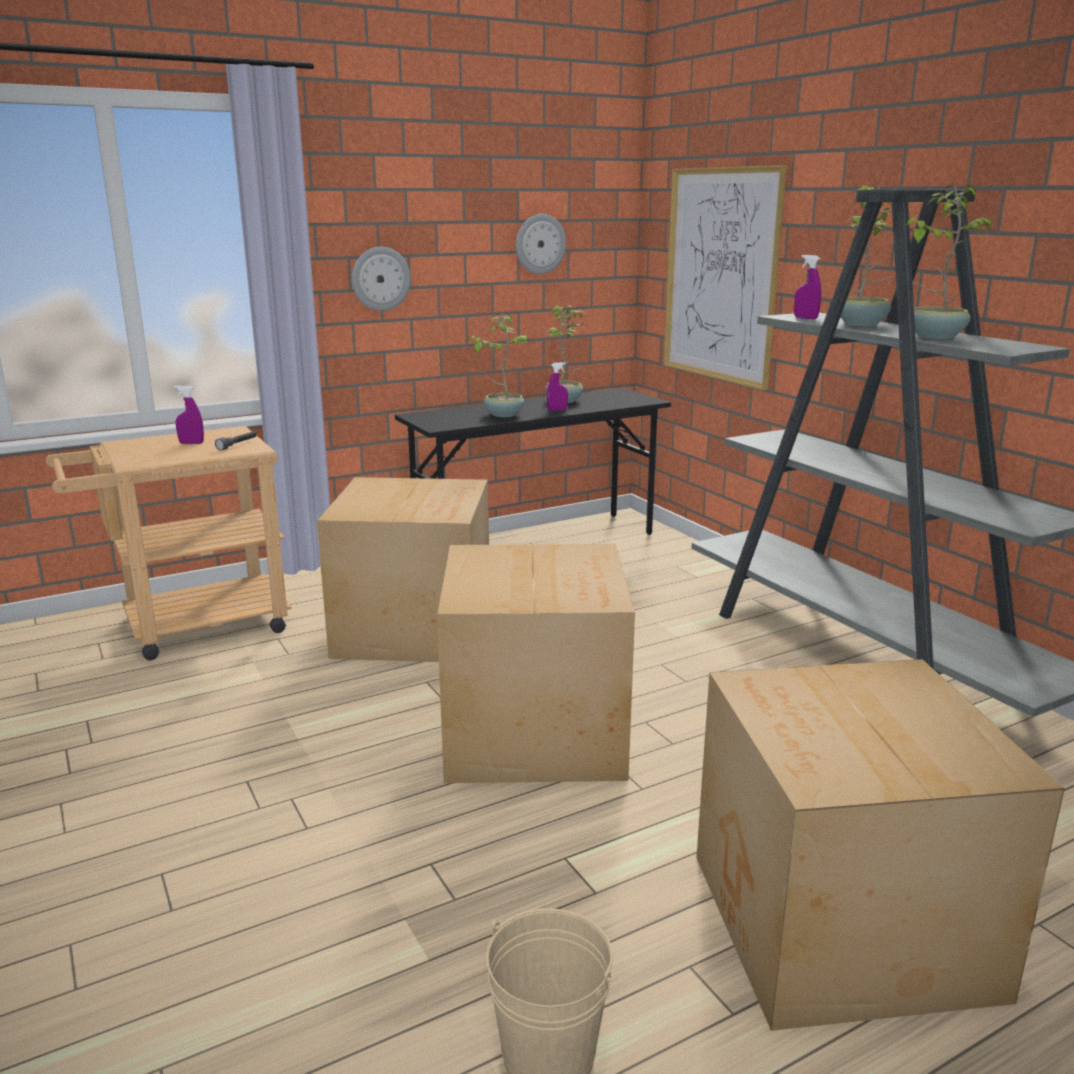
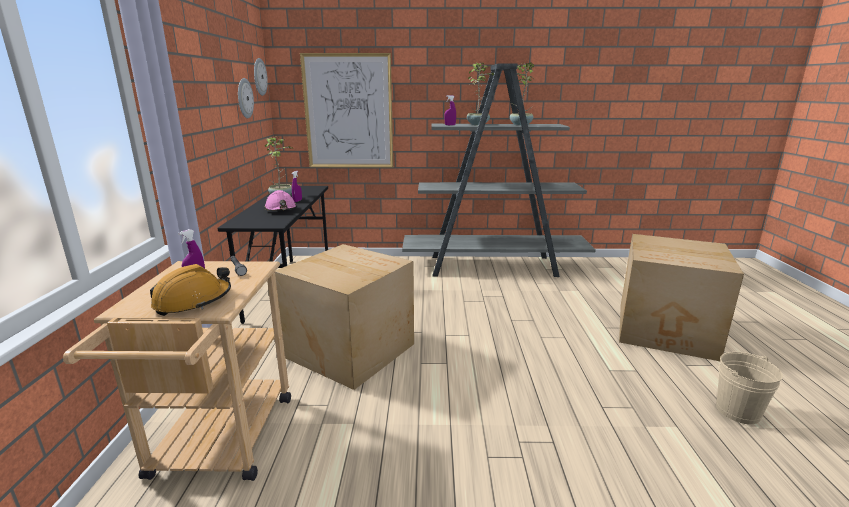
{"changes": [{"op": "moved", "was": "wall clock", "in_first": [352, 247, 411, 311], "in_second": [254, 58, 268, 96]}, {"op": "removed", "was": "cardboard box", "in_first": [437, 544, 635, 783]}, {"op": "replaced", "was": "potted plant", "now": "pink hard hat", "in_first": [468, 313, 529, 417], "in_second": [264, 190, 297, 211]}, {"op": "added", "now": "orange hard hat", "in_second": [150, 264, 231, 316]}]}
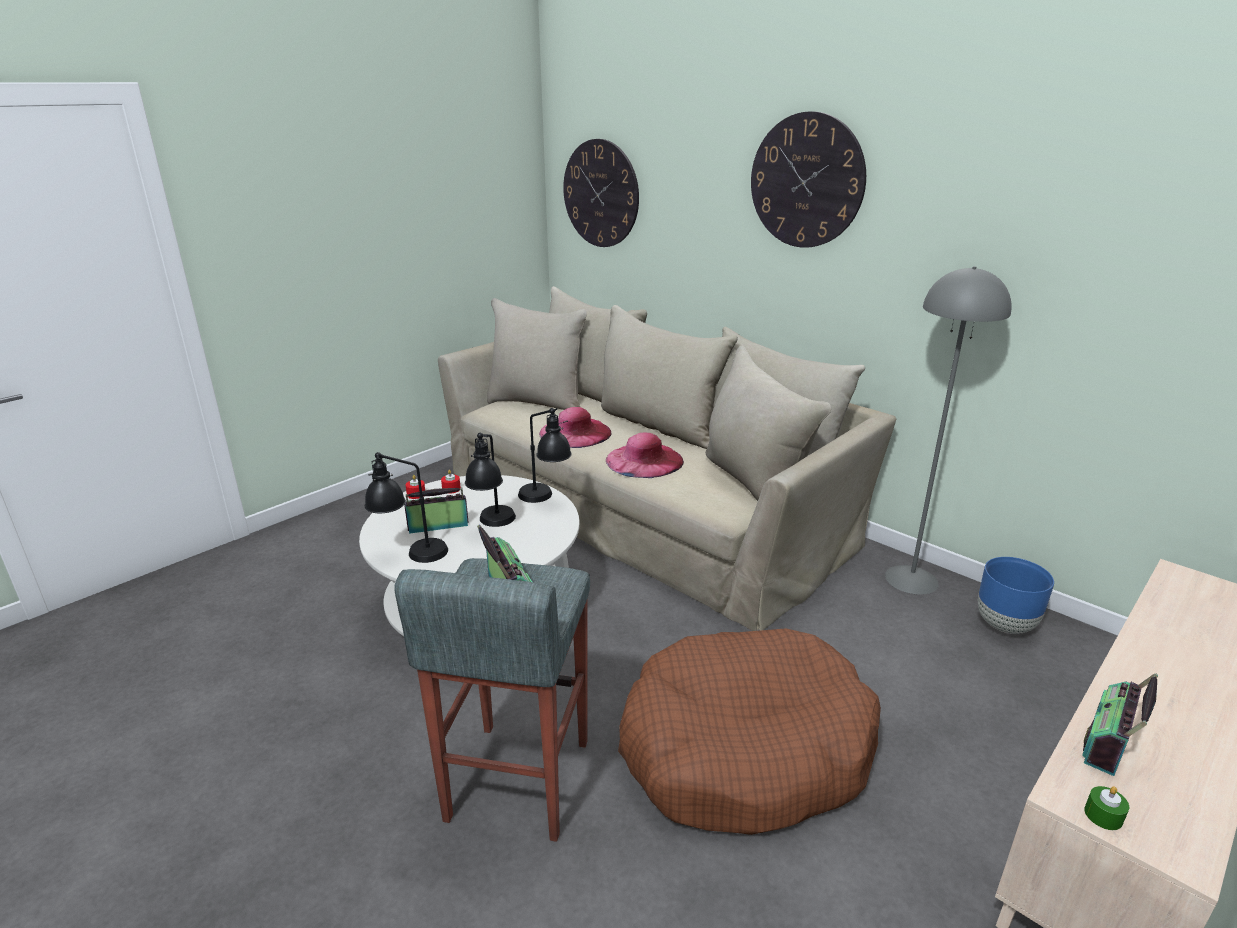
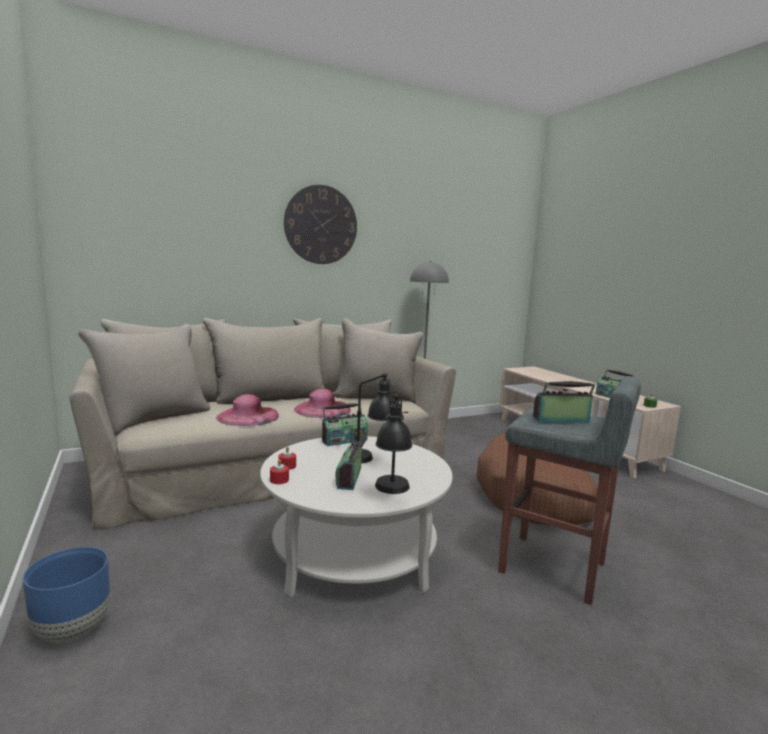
{"changes": [{"op": "replaced", "was": "black table lamp", "now": "radio", "in_first": [518, 408, 572, 503], "in_second": [322, 404, 368, 446]}, {"op": "removed", "was": "wall clock", "in_first": [563, 139, 639, 247]}, {"op": "moved", "was": "blue planter", "in_first": [978, 557, 1054, 634], "in_second": [23, 547, 110, 642]}]}
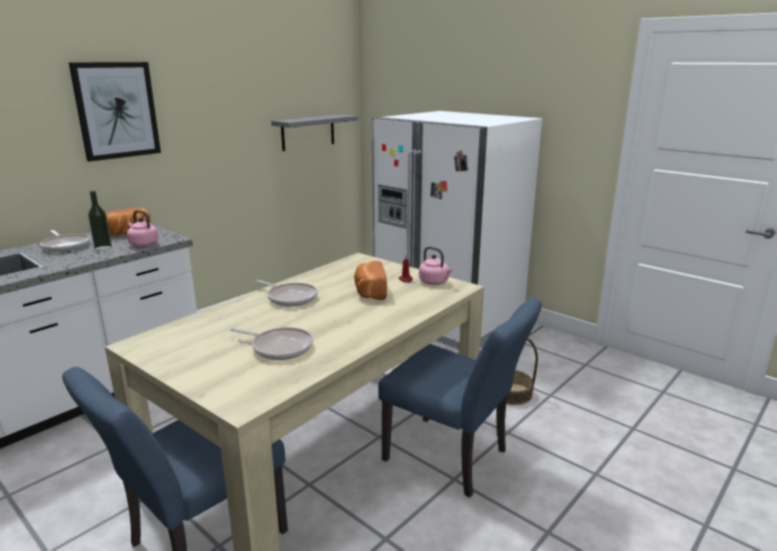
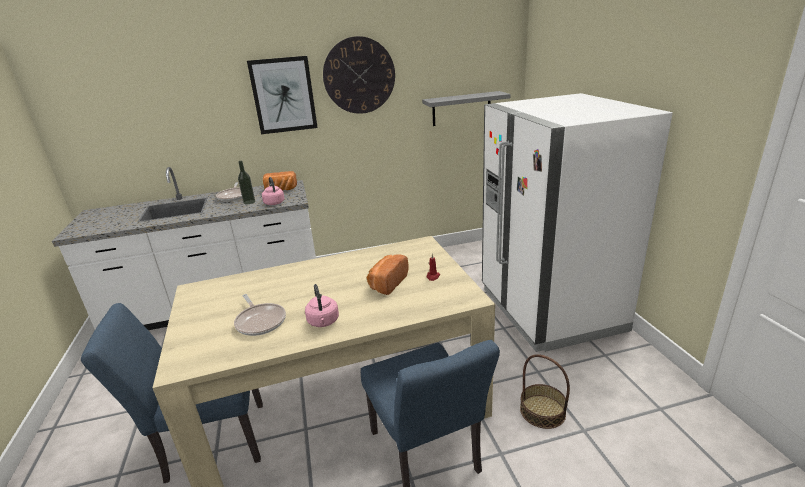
{"changes": [{"op": "removed", "was": "frying pan", "in_first": [255, 280, 318, 307]}, {"op": "moved", "was": "pink kettle", "in_first": [419, 247, 453, 285], "in_second": [305, 284, 339, 327]}, {"op": "added", "now": "wall clock", "in_second": [323, 36, 395, 114]}]}
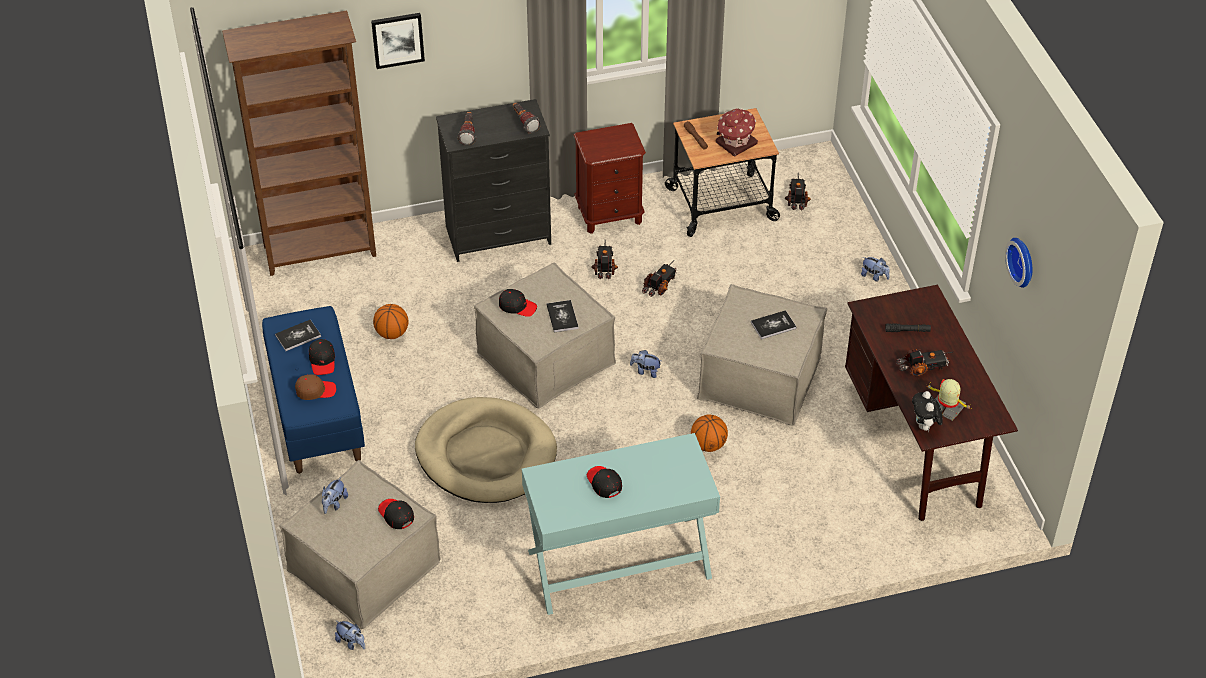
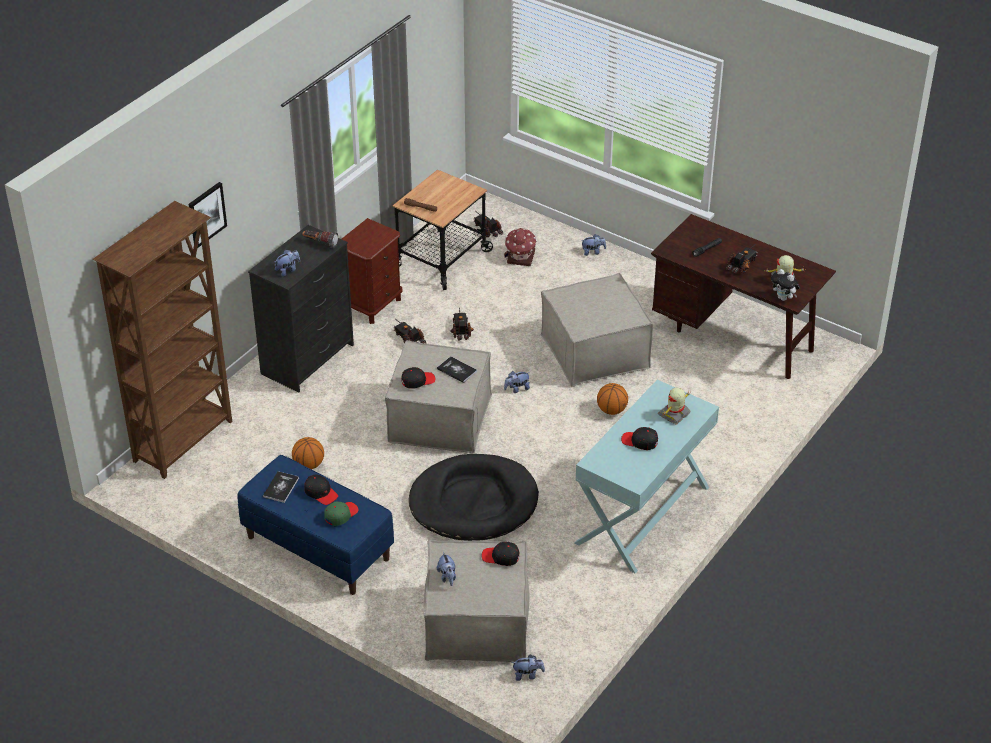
{"changes": [{"op": "recoloured", "was": "brown cap", "now": "green cap", "in_first": [295, 375, 336, 400], "in_second": [324, 502, 359, 526]}, {"op": "recoloured", "was": "beige dog bed", "now": "black dog bed", "in_first": [415, 397, 557, 503], "in_second": [409, 454, 539, 541]}, {"op": "replaced", "was": "flashlight", "now": "plush toy", "in_first": [457, 112, 477, 146], "in_second": [275, 250, 300, 277]}, {"op": "moved", "was": "toy house", "in_first": [716, 108, 758, 157], "in_second": [504, 228, 536, 266]}, {"op": "removed", "was": "book", "in_first": [751, 310, 796, 339]}, {"op": "removed", "was": "wall clock", "in_first": [1005, 238, 1033, 288]}, {"op": "added", "now": "toy robot", "in_second": [658, 387, 691, 425]}]}
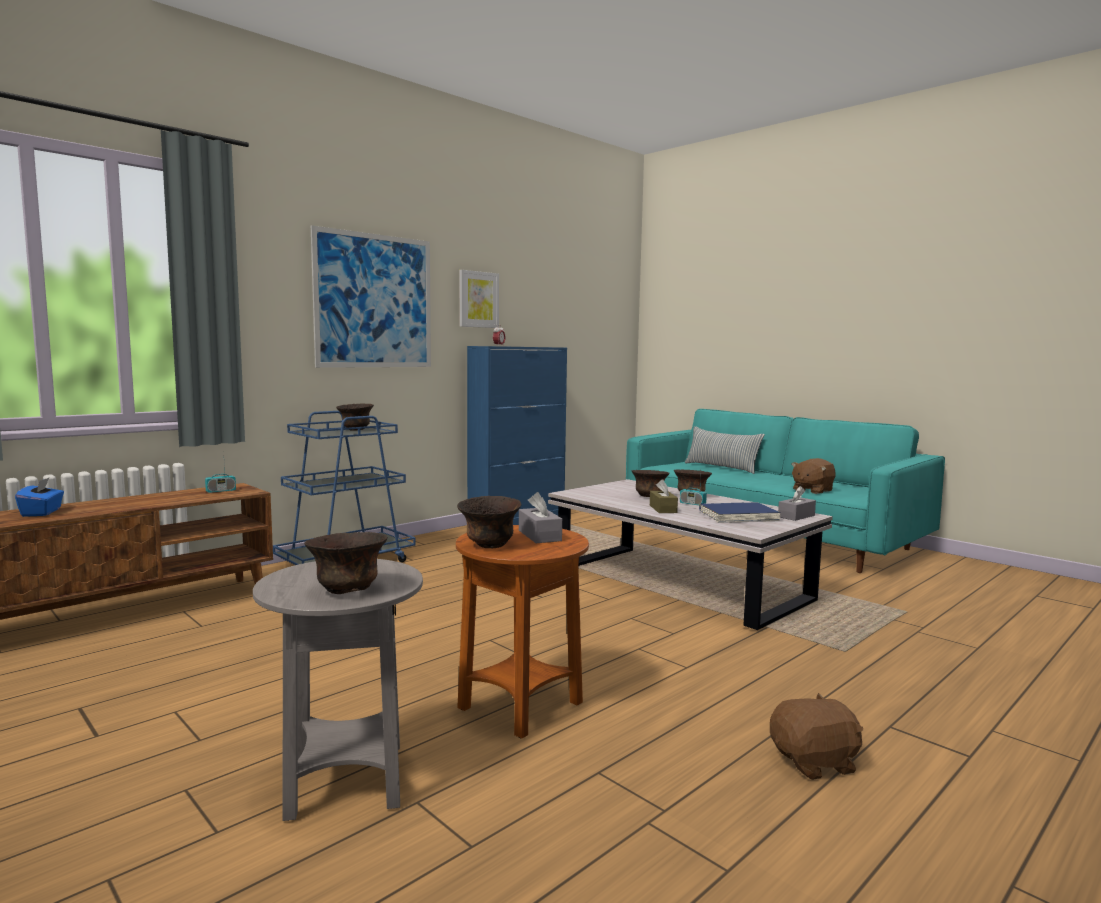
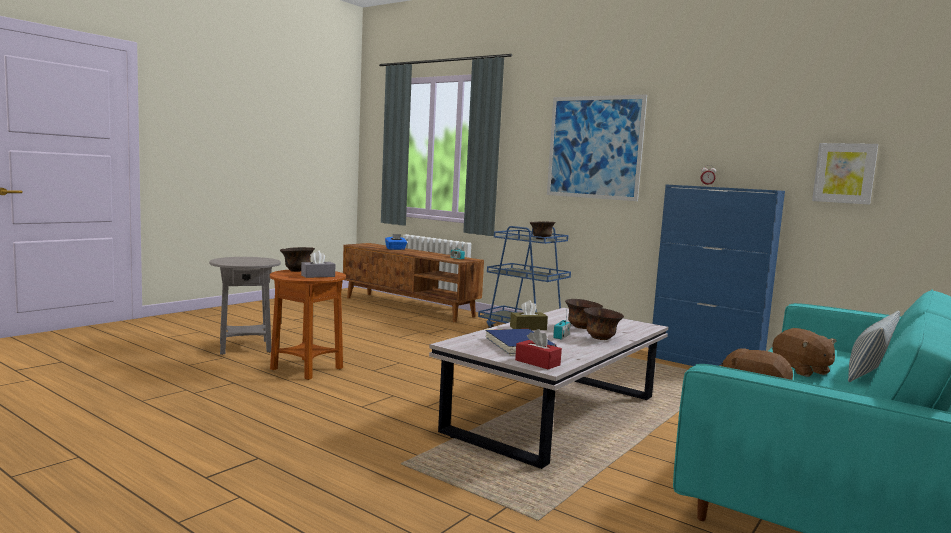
{"changes": [{"op": "removed", "was": "brown bowl", "in_first": [304, 532, 387, 594]}, {"op": "moved", "was": "picture", "in_first": [459, 270, 499, 328], "in_second": [812, 143, 878, 205]}, {"op": "moved", "was": "brown plush toy", "in_first": [770, 693, 863, 780], "in_second": [772, 328, 836, 377]}, {"op": "recoloured", "was": "grey tissue box", "now": "red tissue box", "in_first": [778, 486, 816, 521], "in_second": [515, 329, 562, 369]}]}
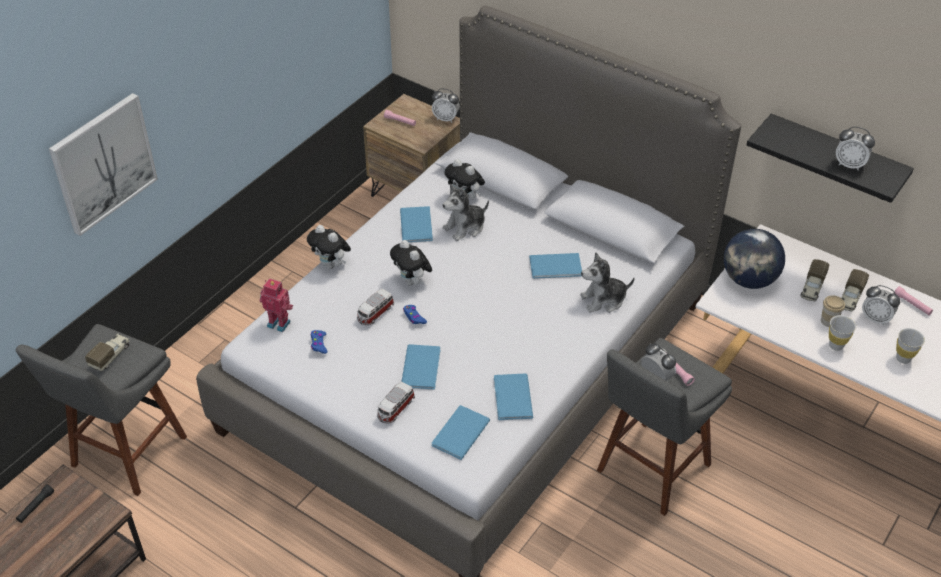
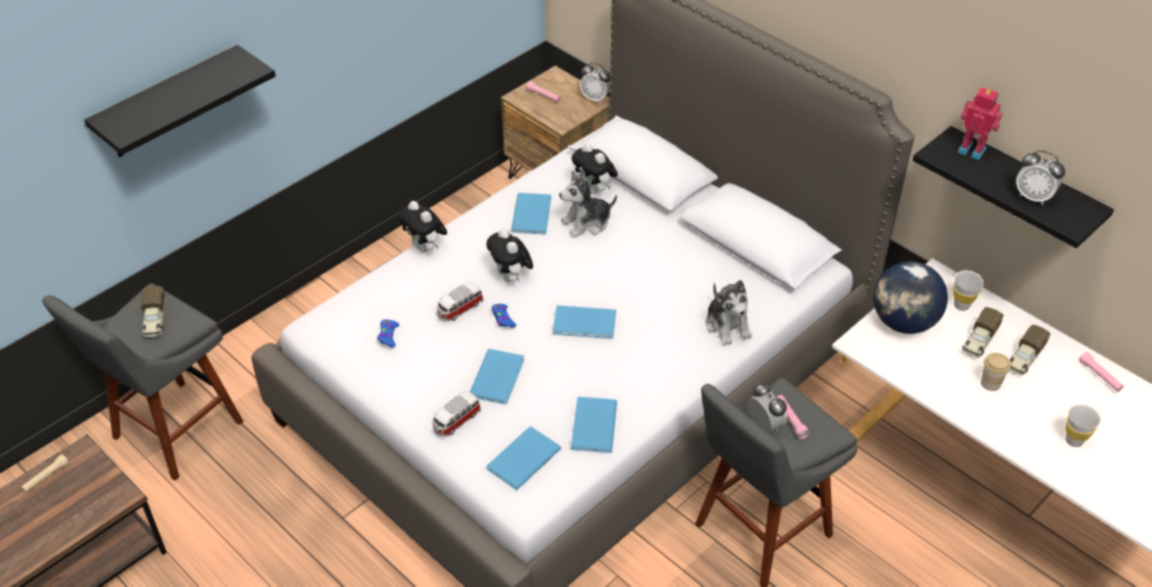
{"changes": [{"op": "recoloured", "was": "black flashlight", "now": "beige flashlight", "in_first": [16, 484, 54, 523], "in_second": [21, 454, 69, 493]}, {"op": "replaced", "was": "picture", "now": "black shelf", "in_first": [49, 93, 158, 236], "in_second": [84, 45, 276, 157]}, {"op": "turned", "was": "toy truck", "in_first": [85, 334, 130, 372], "in_second": [141, 286, 166, 338], "clockwise": 135}, {"op": "moved", "was": "toy robot", "in_first": [260, 278, 293, 332], "in_second": [958, 87, 1002, 160]}, {"op": "moved", "was": "blue book", "in_first": [529, 253, 582, 279], "in_second": [553, 305, 616, 339]}, {"op": "turned", "was": "plush toy", "in_first": [580, 252, 635, 313], "in_second": [705, 280, 752, 346], "clockwise": -105}, {"op": "moved", "was": "white cup", "in_first": [829, 315, 856, 351], "in_second": [953, 270, 984, 311]}, {"op": "removed", "was": "alarm clock", "in_first": [862, 285, 900, 326]}]}
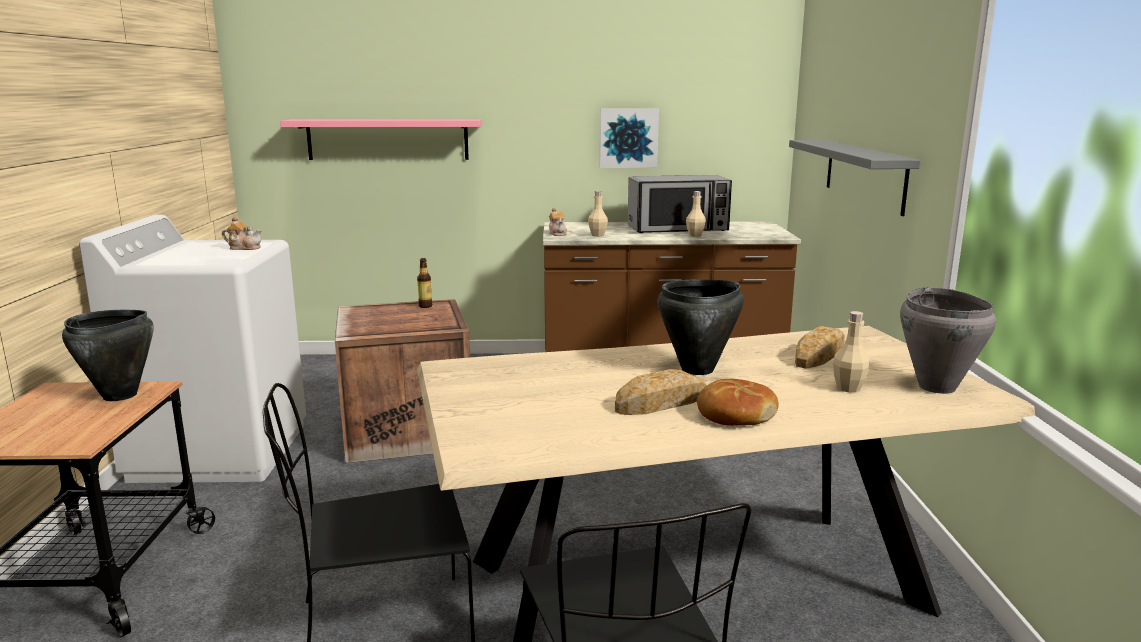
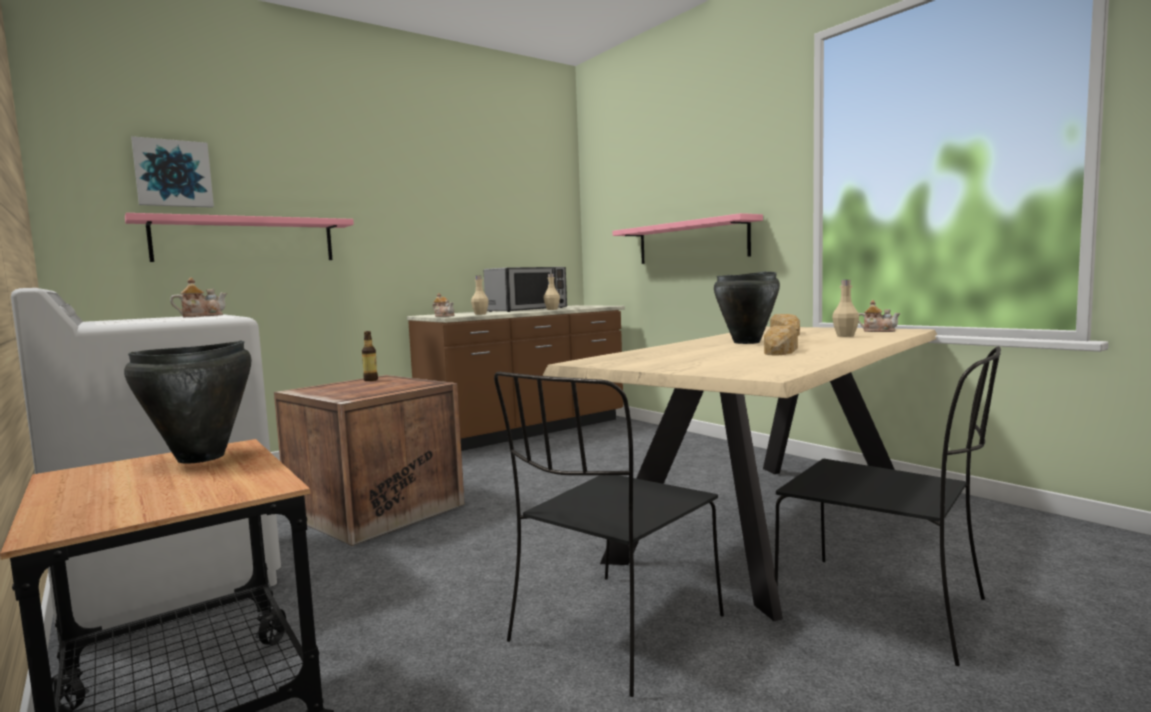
{"changes": [{"op": "moved", "was": "picture", "in_first": [600, 108, 659, 168], "in_second": [131, 136, 214, 208]}, {"op": "removed", "was": "bread", "in_first": [697, 379, 779, 426]}, {"op": "recoloured", "was": "grey shelf", "now": "pink shelf", "in_first": [789, 140, 921, 216], "in_second": [613, 213, 763, 264]}, {"op": "replaced", "was": "grey cooking pot", "now": "teapot", "in_first": [900, 287, 996, 394], "in_second": [858, 300, 901, 332]}]}
